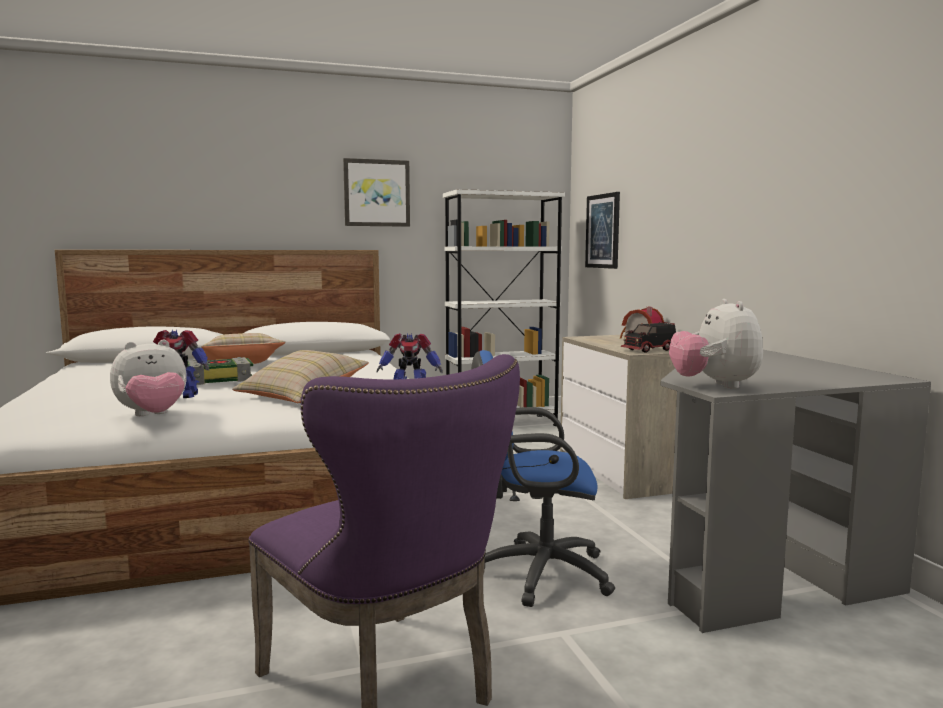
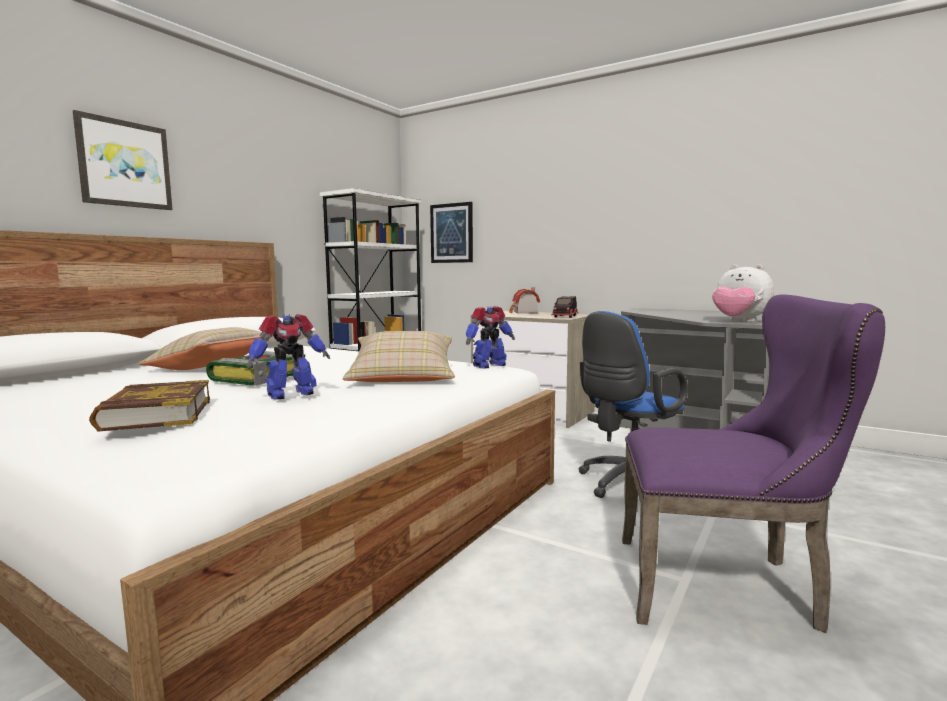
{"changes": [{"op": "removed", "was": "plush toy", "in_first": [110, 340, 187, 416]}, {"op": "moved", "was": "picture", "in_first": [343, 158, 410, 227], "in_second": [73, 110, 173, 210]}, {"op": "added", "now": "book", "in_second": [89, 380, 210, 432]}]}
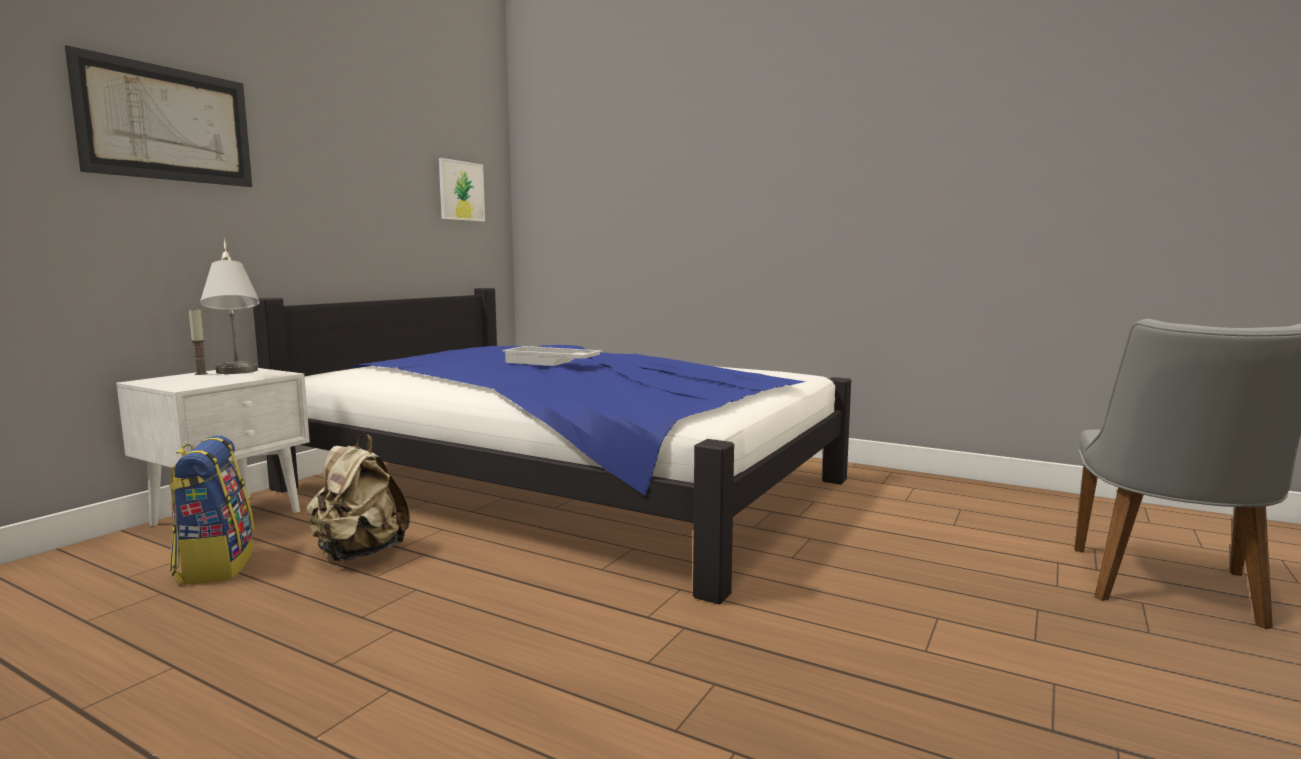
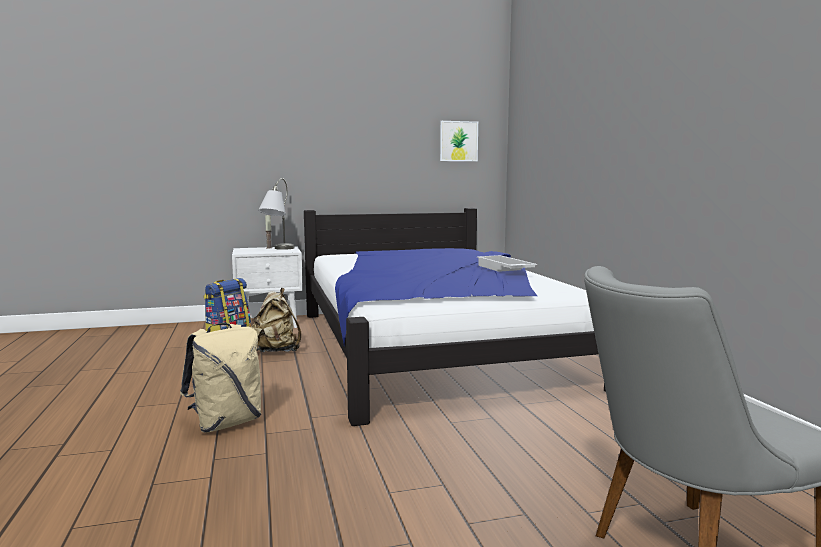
{"changes": [{"op": "removed", "was": "picture", "in_first": [65, 45, 252, 187]}, {"op": "moved", "was": "white tray", "in_first": [502, 346, 603, 366], "in_second": [477, 255, 537, 272]}, {"op": "added", "now": "beige backpack", "in_second": [180, 323, 261, 433]}]}
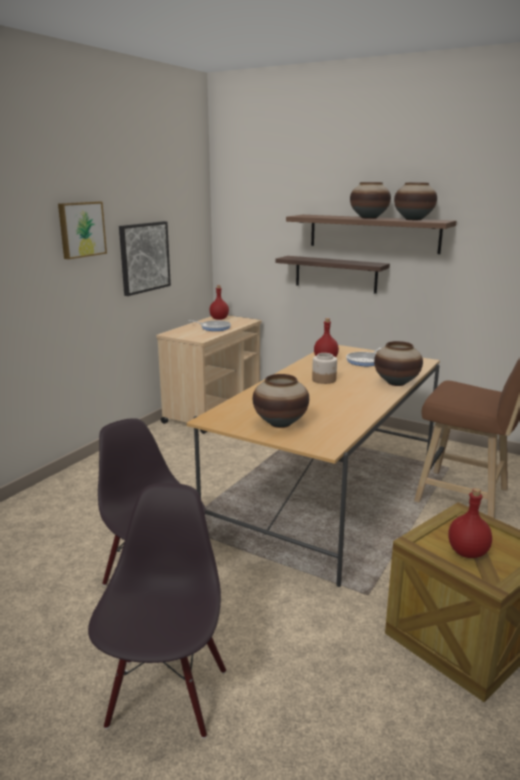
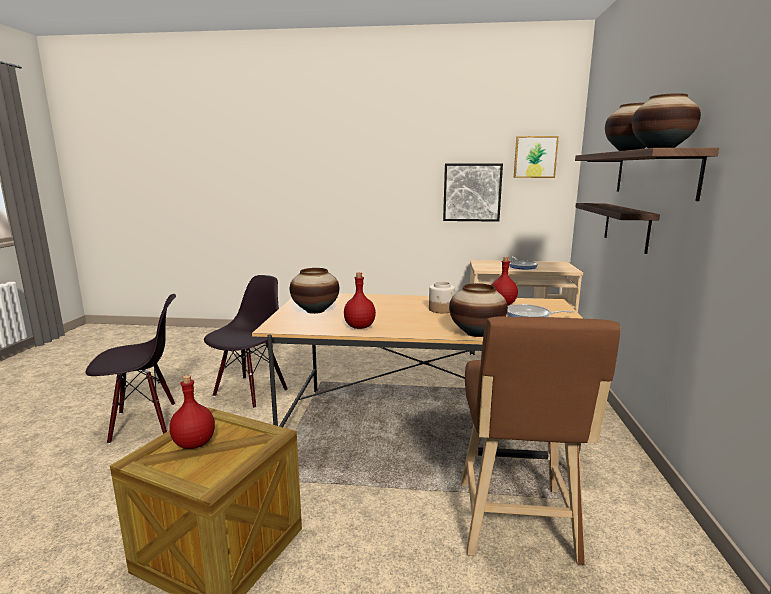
{"changes": [{"op": "moved", "was": "picture", "in_first": [58, 201, 107, 259], "in_second": [514, 136, 559, 178]}, {"op": "moved", "was": "red bottle", "in_first": [210, 285, 229, 320], "in_second": [344, 272, 376, 329]}]}
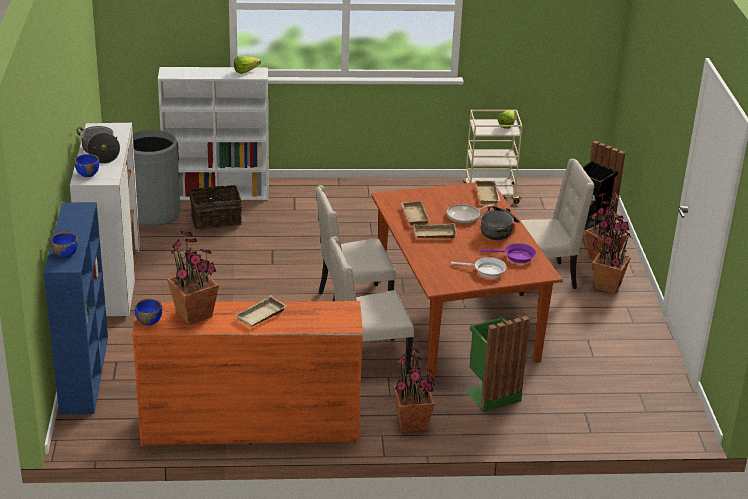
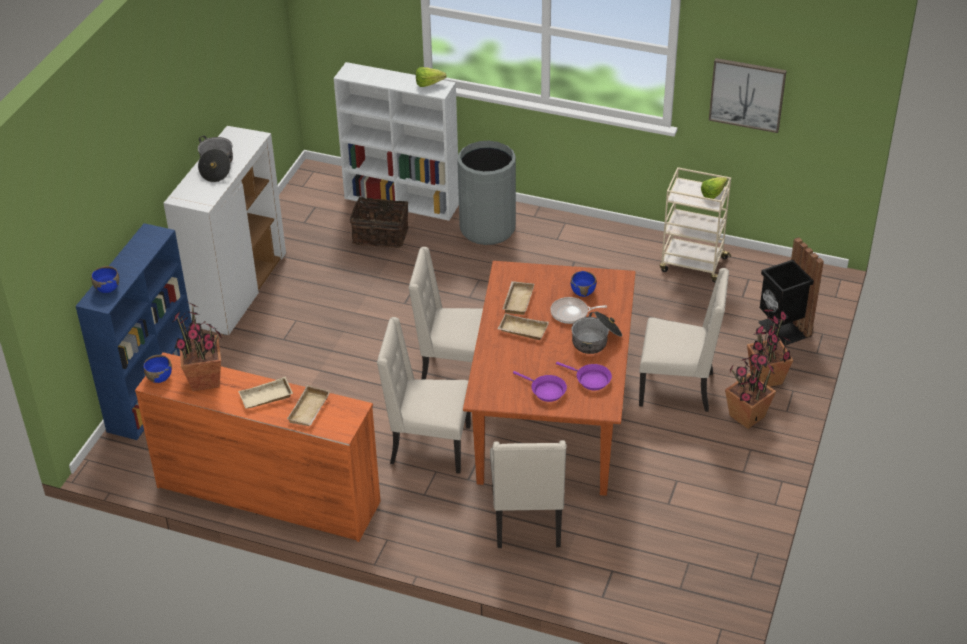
{"changes": [{"op": "moved", "was": "blue bowl", "in_first": [75, 154, 99, 177], "in_second": [571, 271, 597, 297]}, {"op": "moved", "was": "grey trash can", "in_first": [133, 130, 180, 227], "in_second": [457, 141, 516, 245]}, {"op": "removed", "was": "potted plant", "in_first": [393, 347, 435, 432]}, {"op": "recoloured", "was": "white frying pan", "now": "purple frying pan", "in_first": [451, 257, 506, 278], "in_second": [513, 371, 567, 402]}, {"op": "replaced", "was": "green trash can", "now": "beige chair", "in_first": [466, 316, 530, 412], "in_second": [490, 440, 566, 548]}, {"op": "moved", "was": "beige tray", "in_first": [475, 180, 501, 204], "in_second": [287, 385, 331, 426]}, {"op": "added", "now": "picture", "in_second": [709, 58, 787, 133]}]}
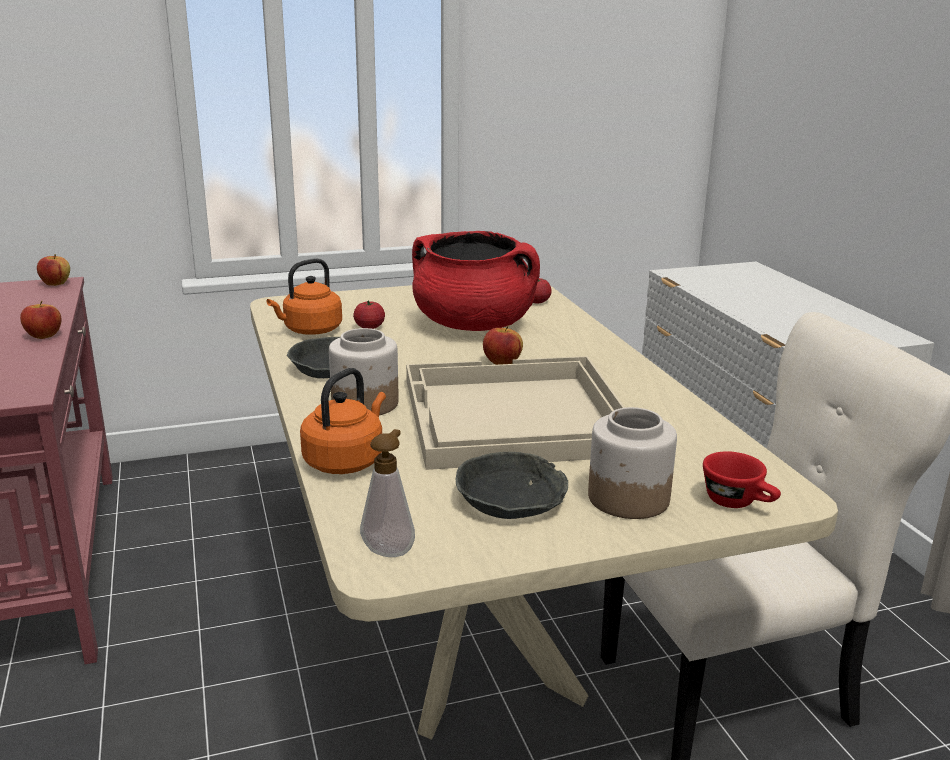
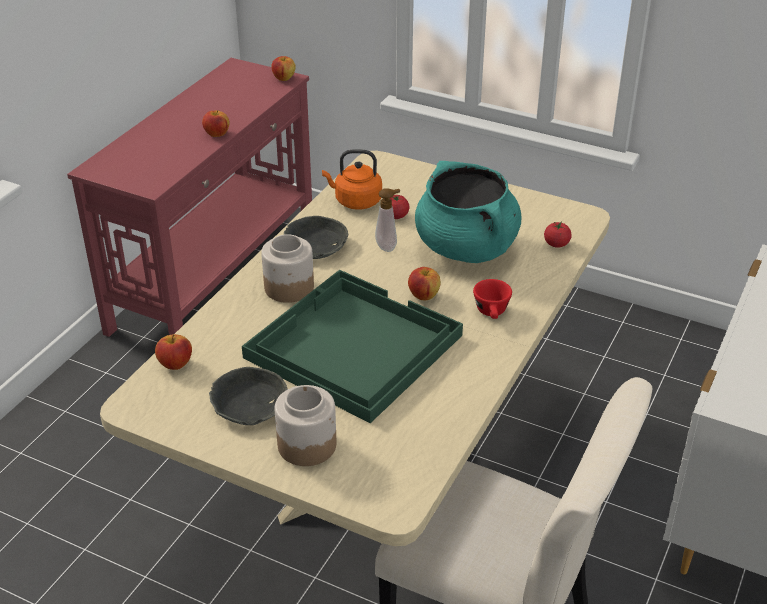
{"changes": [{"op": "removed", "was": "orange kettle", "in_first": [300, 368, 386, 474]}, {"op": "moved", "was": "soap dispenser", "in_first": [360, 429, 415, 557], "in_second": [375, 188, 400, 252]}, {"op": "recoloured", "was": "beige tray", "now": "green tray", "in_first": [406, 356, 625, 470], "in_second": [242, 270, 463, 423]}, {"op": "recoloured", "was": "red cooking pot", "now": "turquoise cooking pot", "in_first": [412, 231, 540, 331], "in_second": [415, 161, 521, 263]}, {"op": "moved", "was": "red cup", "in_first": [703, 451, 781, 508], "in_second": [473, 279, 512, 319]}, {"op": "added", "now": "apple", "in_second": [155, 334, 192, 370]}]}
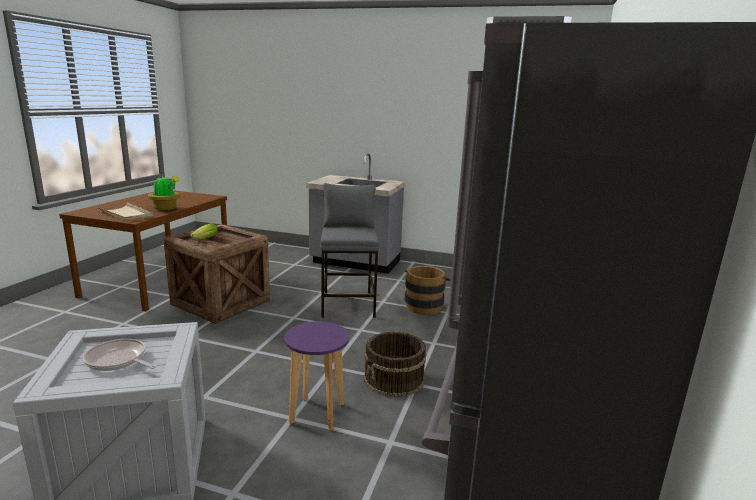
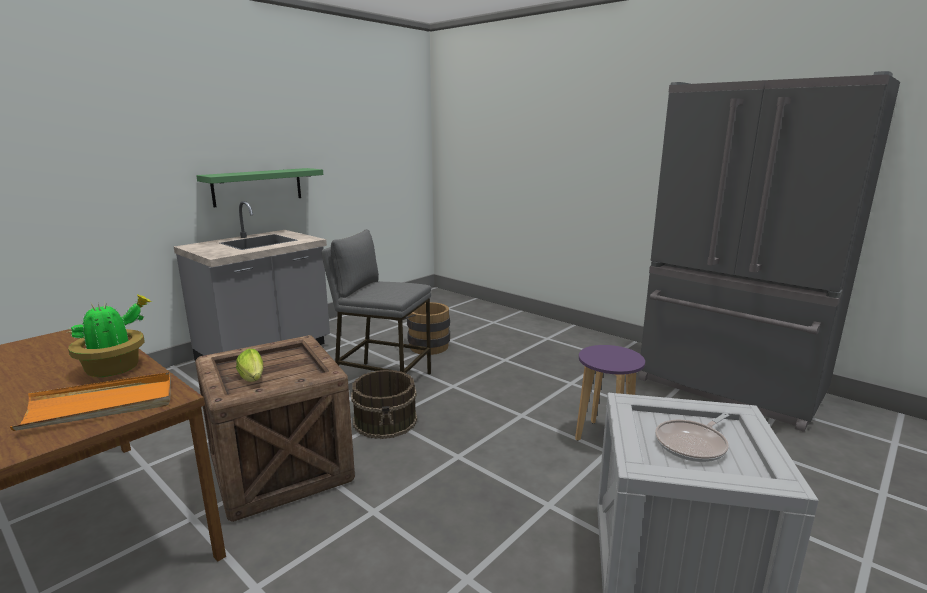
{"changes": [{"op": "recoloured", "was": "beige tray", "now": "orange tray", "in_first": [97, 203, 153, 221], "in_second": [10, 372, 171, 431]}, {"op": "moved", "was": "brown bucket", "in_first": [364, 331, 426, 397], "in_second": [351, 370, 417, 439]}, {"op": "added", "now": "green shelf", "in_second": [196, 168, 323, 207]}]}
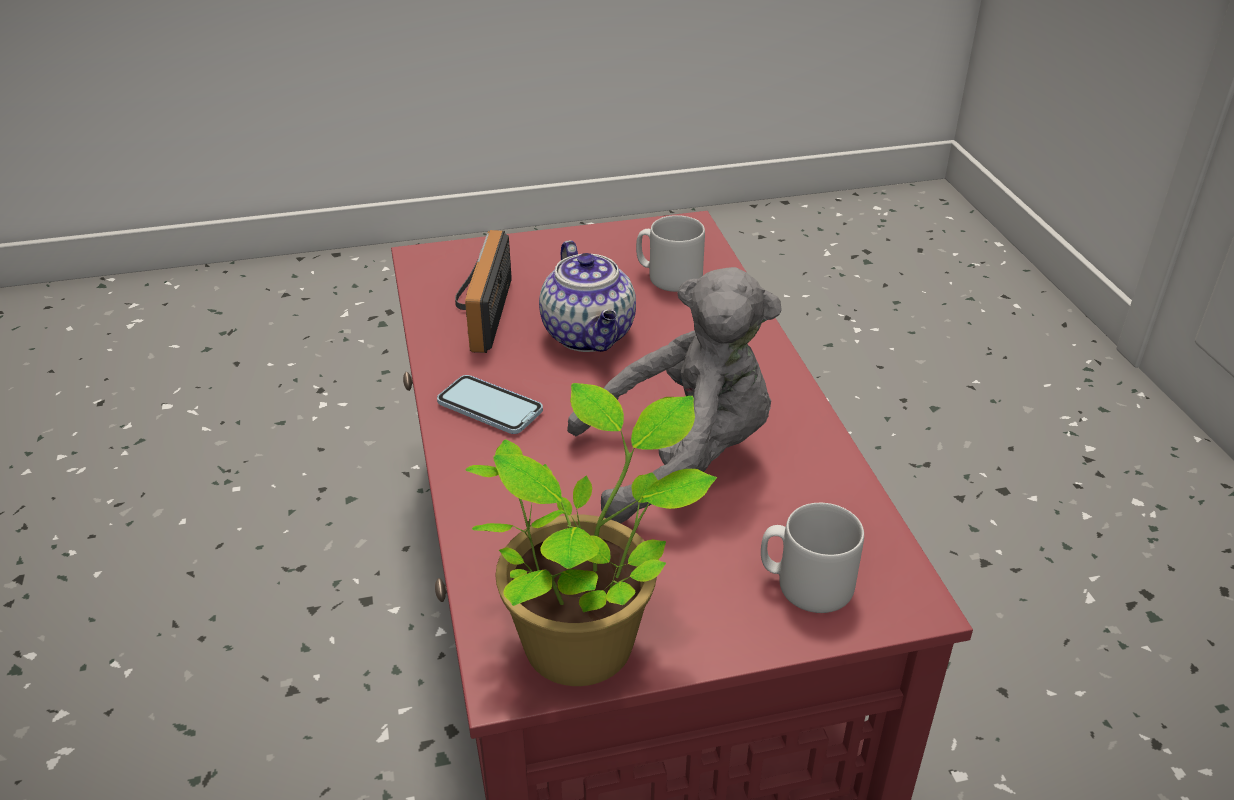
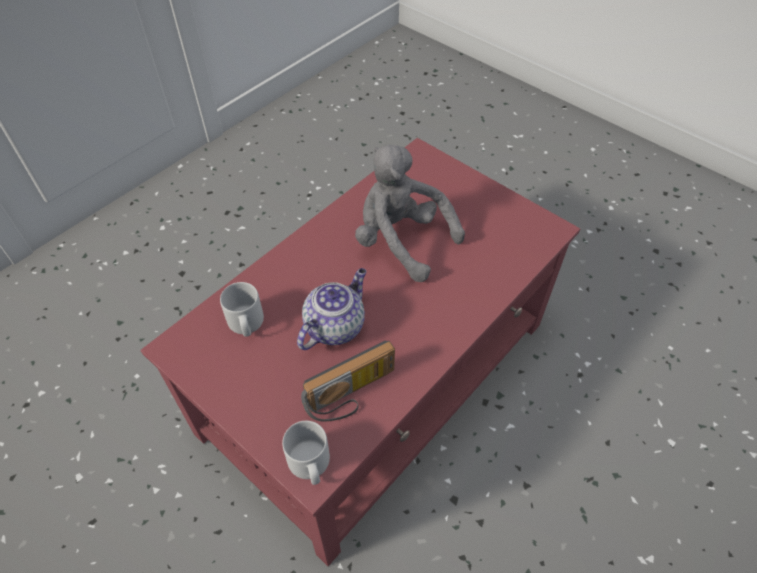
{"changes": [{"op": "removed", "was": "phone", "in_first": [437, 375, 543, 434]}, {"op": "removed", "was": "potted plant", "in_first": [465, 383, 717, 686]}, {"op": "moved", "was": "grey mug", "in_first": [761, 503, 864, 613], "in_second": [282, 421, 330, 485]}]}
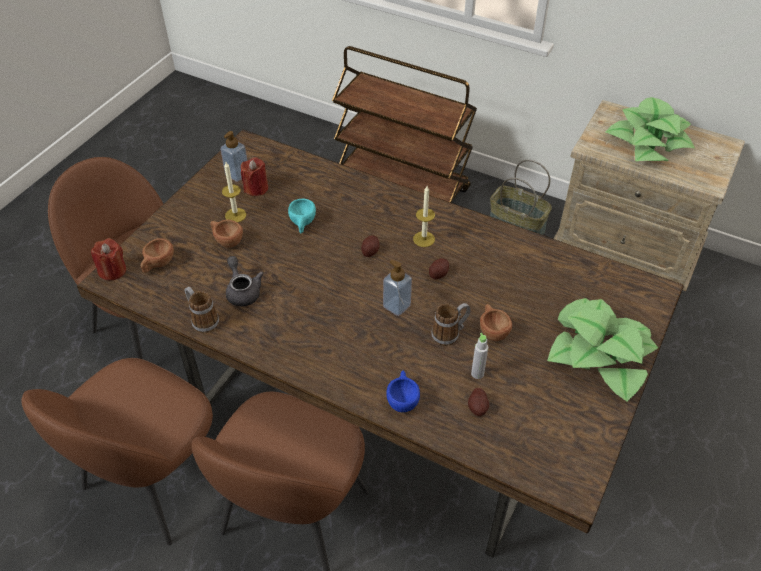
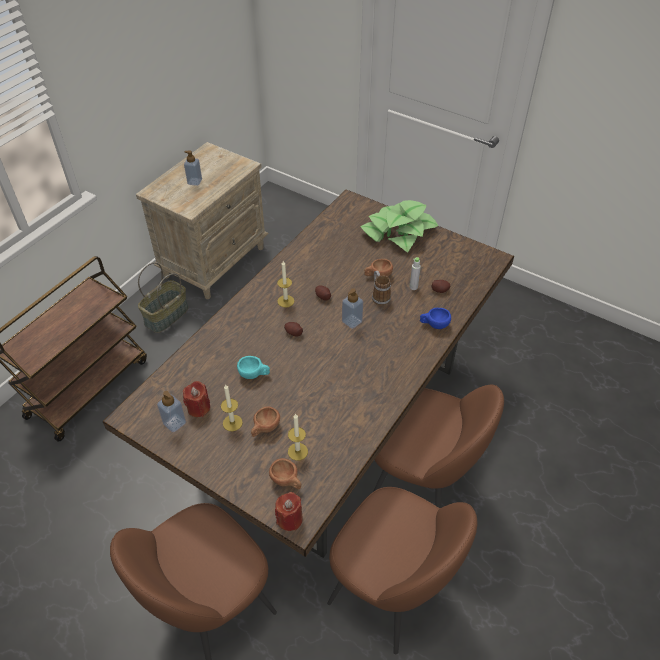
{"changes": [{"op": "removed", "was": "mug", "in_first": [185, 287, 219, 333]}, {"op": "removed", "was": "grey teapot", "in_first": [226, 256, 264, 306]}, {"op": "replaced", "was": "potted plant", "now": "soap dispenser", "in_first": [606, 97, 695, 161], "in_second": [184, 151, 202, 186]}, {"op": "added", "now": "candle", "in_second": [288, 413, 308, 461]}]}
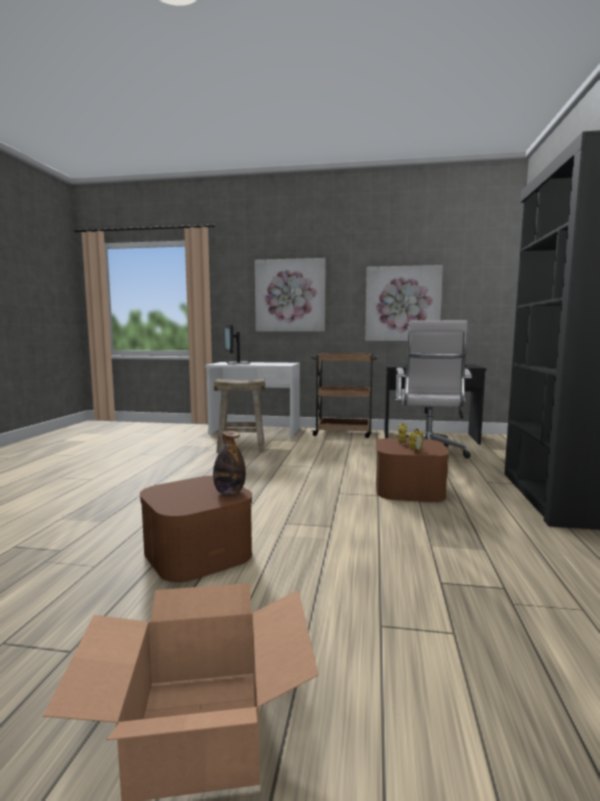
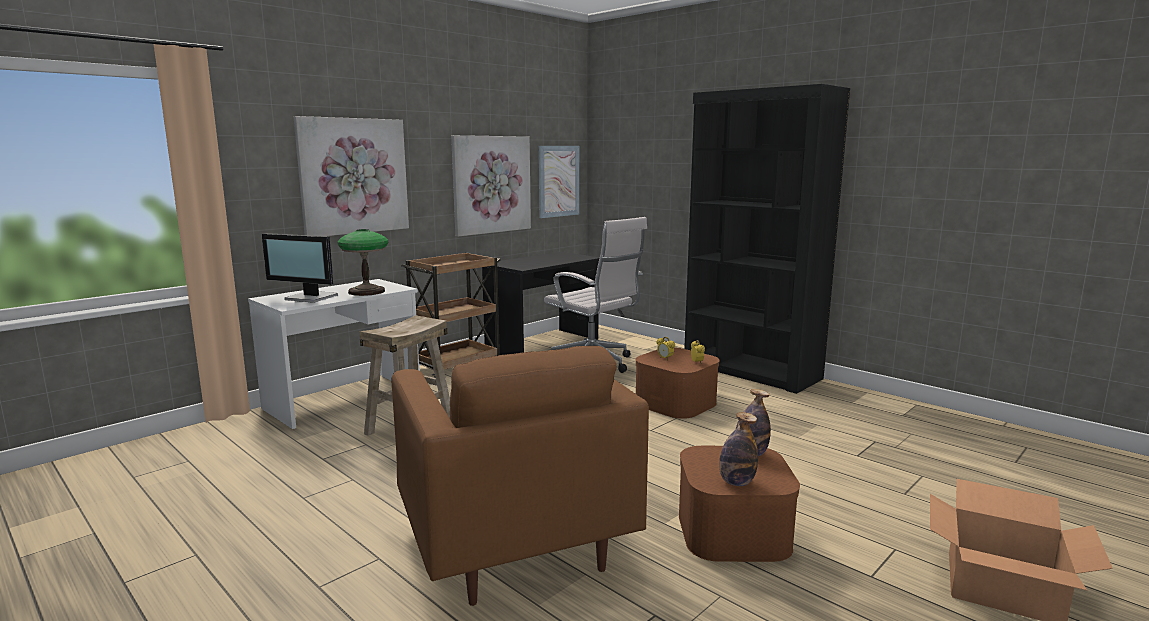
{"changes": [{"op": "added", "now": "table lamp", "in_second": [338, 229, 389, 296]}, {"op": "added", "now": "brown armchair", "in_second": [392, 346, 649, 606]}, {"op": "added", "now": "picture", "in_second": [539, 146, 579, 218]}, {"op": "added", "now": "bottle", "in_second": [719, 412, 758, 486]}]}
